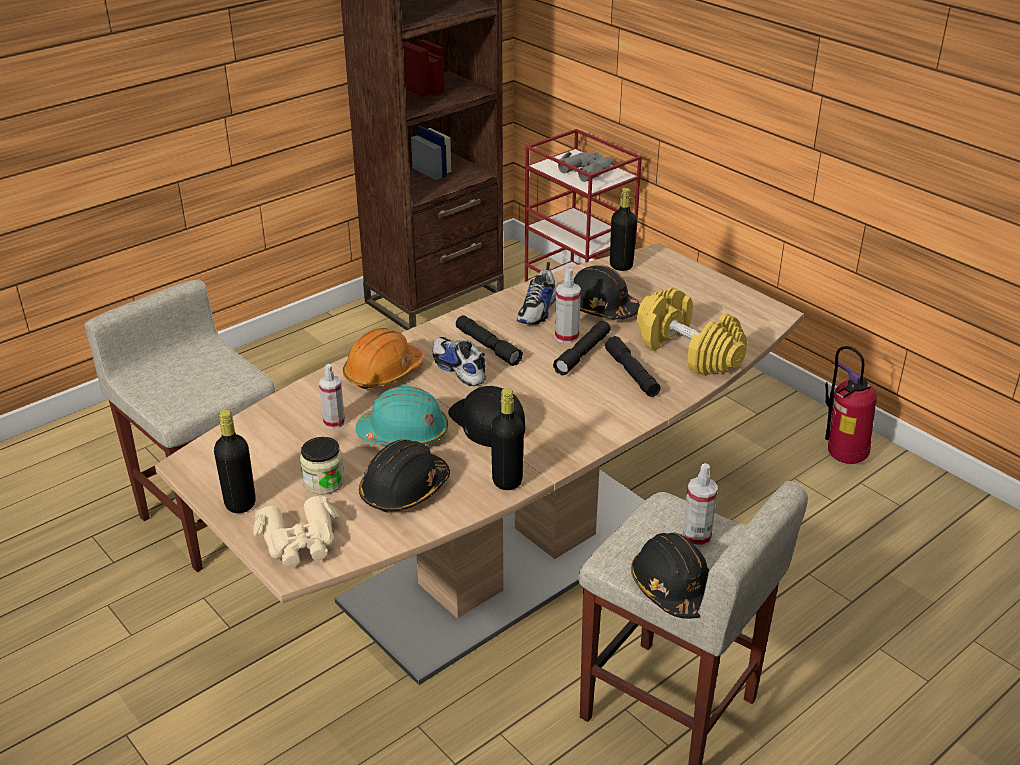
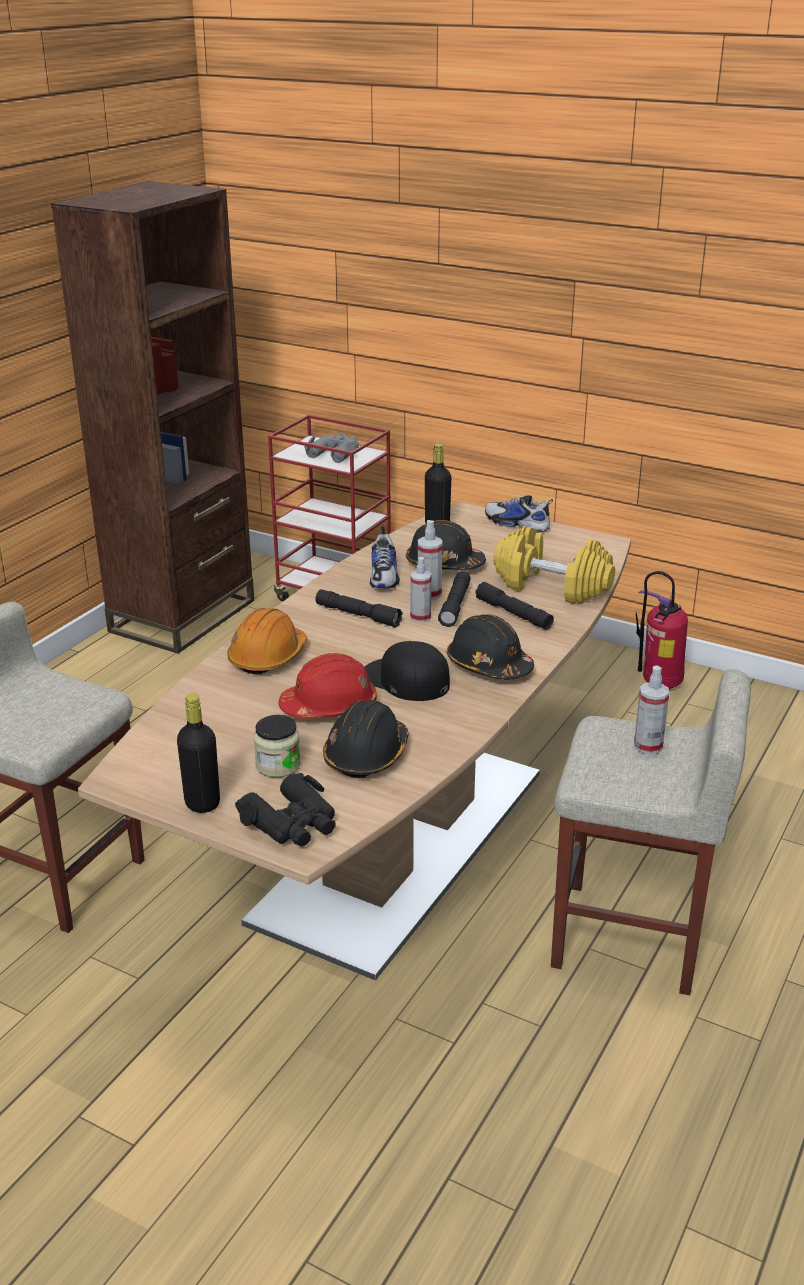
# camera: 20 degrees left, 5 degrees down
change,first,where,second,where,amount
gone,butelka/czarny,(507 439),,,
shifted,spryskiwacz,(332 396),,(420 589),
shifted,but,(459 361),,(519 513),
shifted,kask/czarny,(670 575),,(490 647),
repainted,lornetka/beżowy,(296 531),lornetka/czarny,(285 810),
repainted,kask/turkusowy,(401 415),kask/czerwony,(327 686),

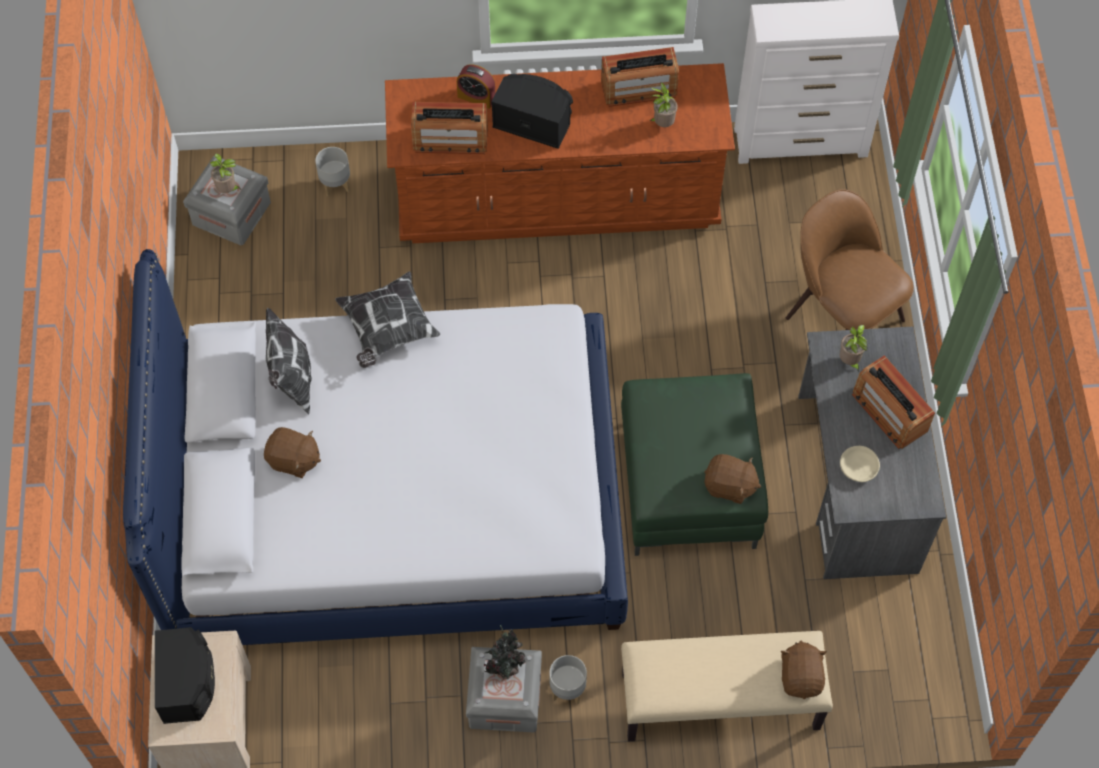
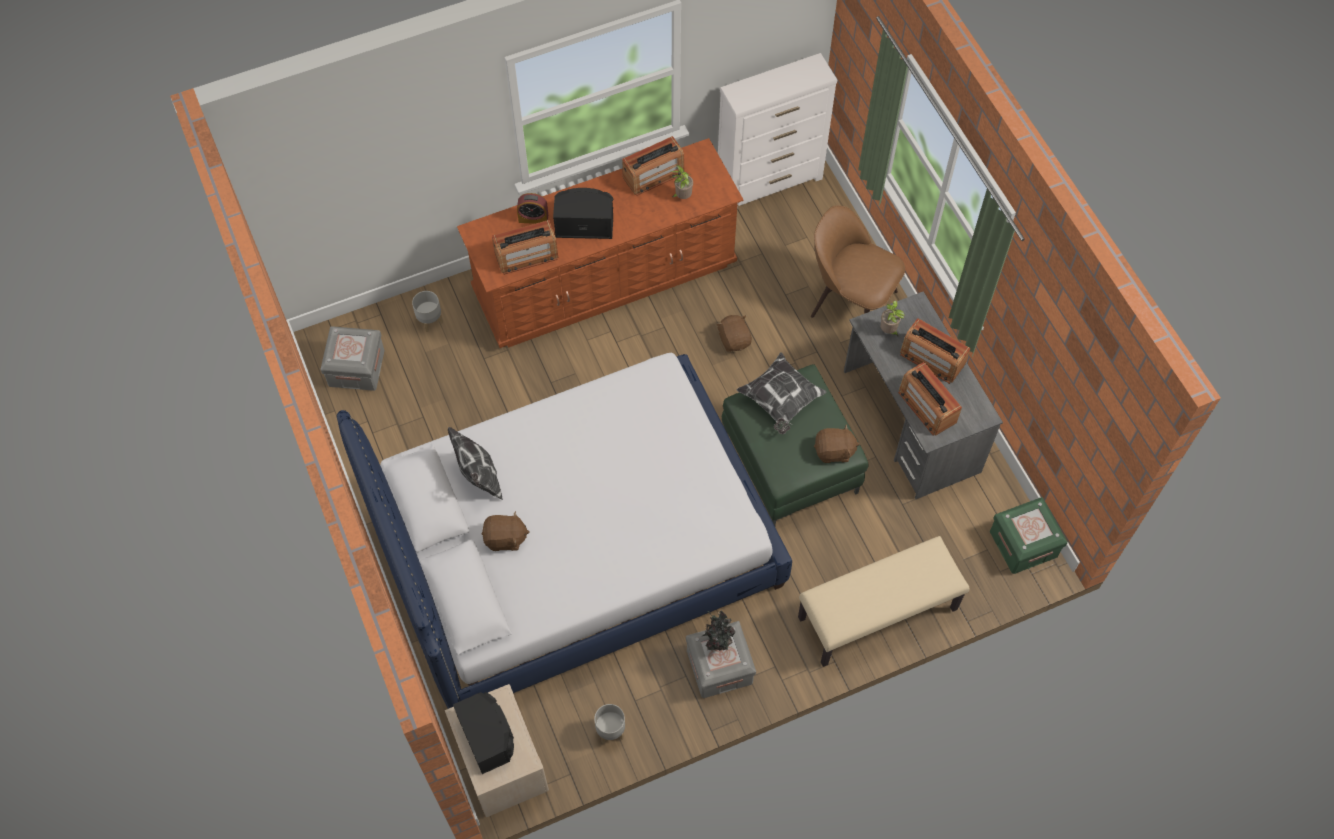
# camera: 20 degrees left, 0 degrees up
change,first,where,second,where,amount
gone,roślina doniczkowa,(225 173),,,
new,,,pojemnik do przechowywania/zielony,(1029 535),
shifted,poduszka,(387 319),,(781 393),
shifted,donica/szary,(568 680),,(609 724),
shifted,pluszak/brązowy,(803 670),,(734 333),
swapped,miska/beżowy,(860 464),radio,(930 399),

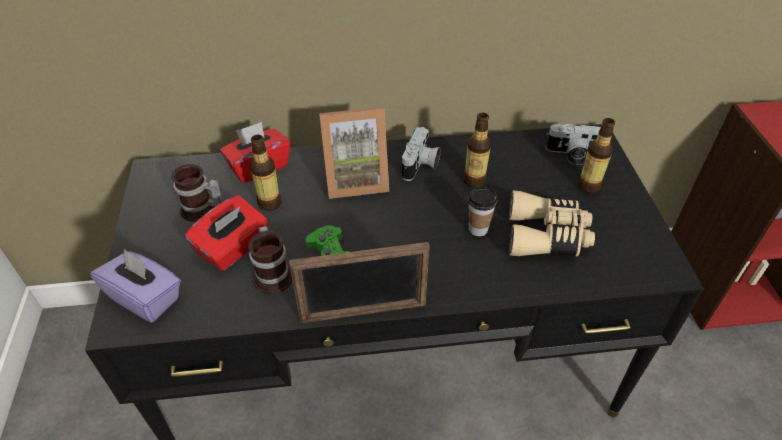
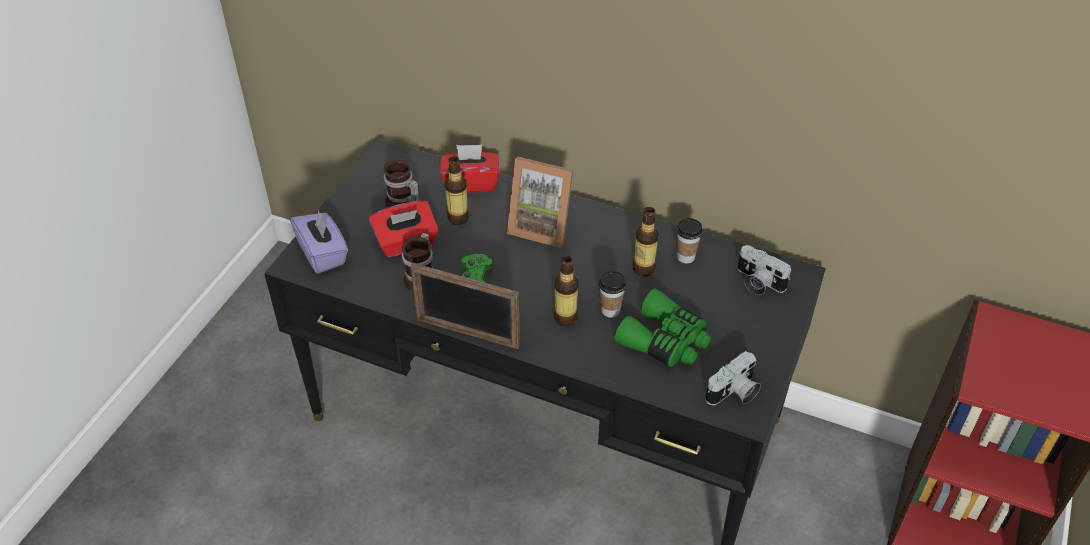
# camera: 30 degrees right, 0 degrees up
change,first,where,second,where,amount
new,,,filiżanka,(690 241),
shifted,aparat fotograficzny,(421 154),,(733 378),
shifted,butelka,(596 156),,(566 291),
repainted,lornetka/beżowy,(552 223),lornetka/zielony,(663 328),

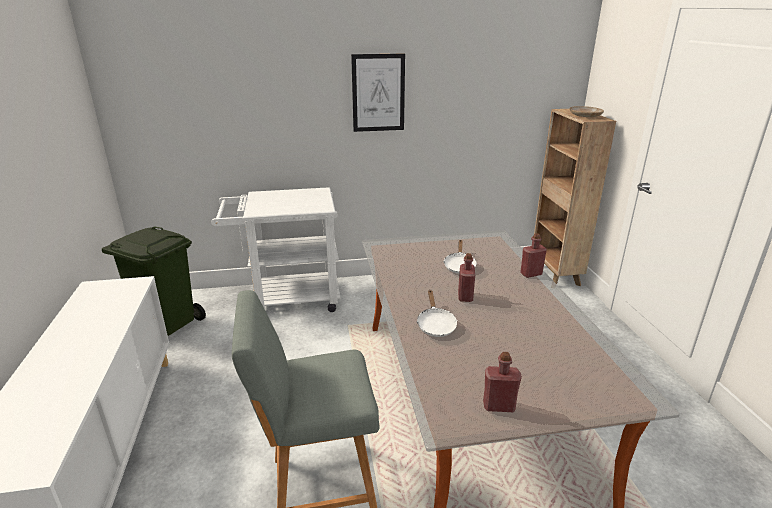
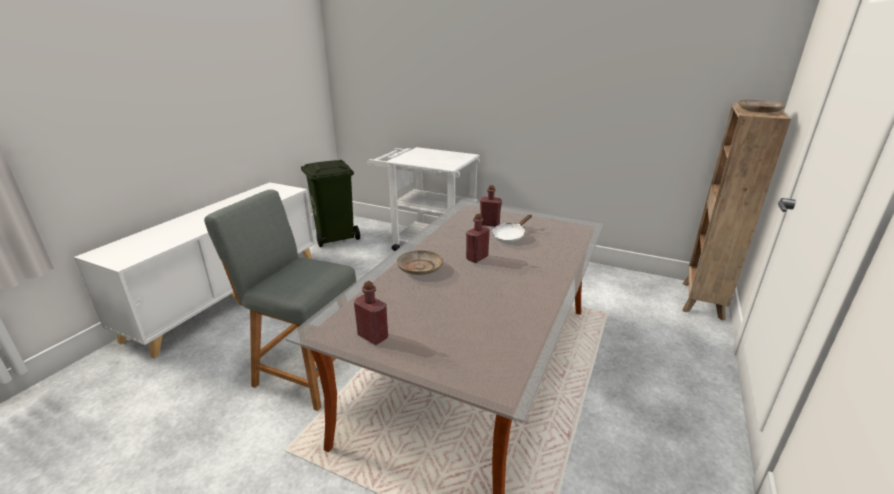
# camera: 35 degrees right, 0 degrees up
change,first,where,second,where,amount
gone,obraz,(378 93),,,
shifted,butelka/czerwony,(533 255),,(491 206),
swapped,patelnia/biały,(437 313),talerz/beżowy,(420 262),

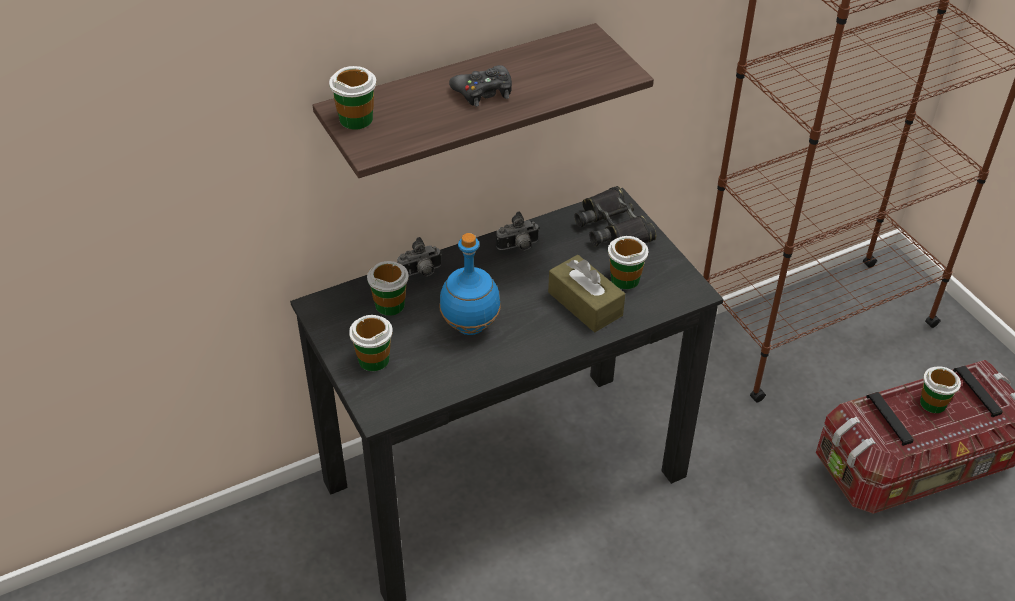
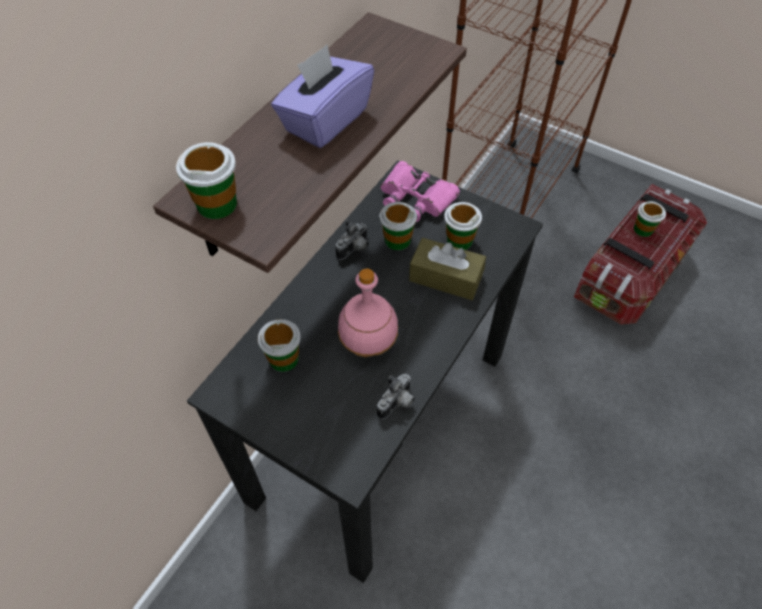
# camera: 30 degrees left, 10 degrees up
change,first,where,second,where,amount
shifted,filiżanka,(371 343),,(398 226),
shifted,aparat fotograficzny,(419 256),,(396 396),
swapped,pad do gier/czarny,(480 86),pudełko chusteczek/fioletowy,(322 96),
repainted,butelka/niebieski,(470 284),butelka/różowy,(368 312),
repainted,lornetka/czarny,(615 216),lornetka/różowy,(420 191),

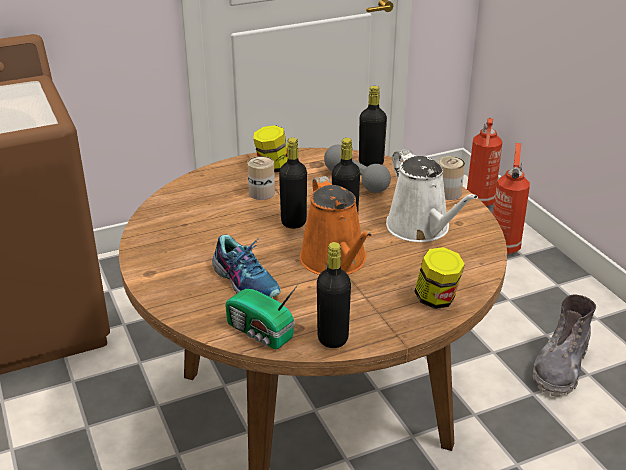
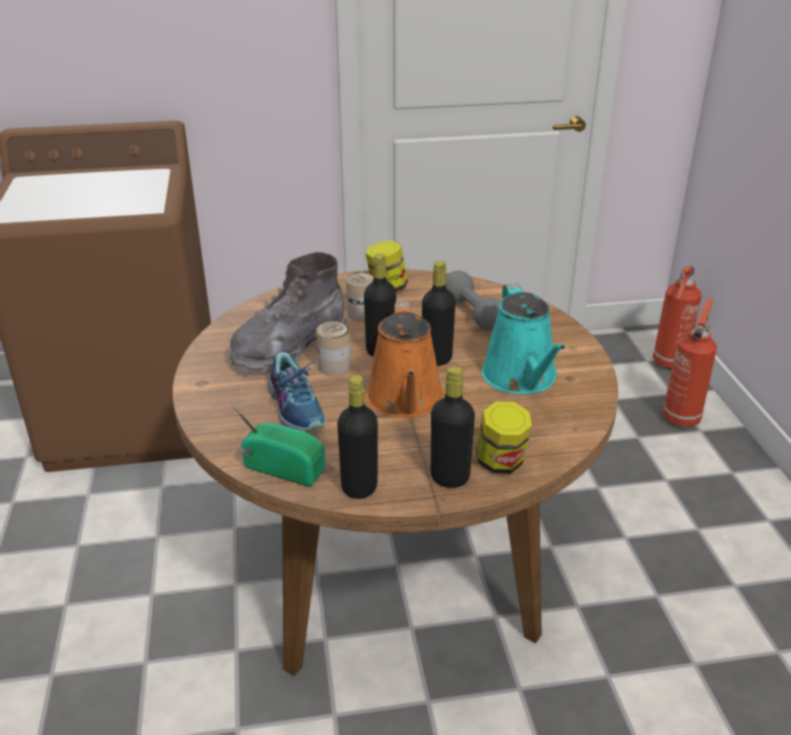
# camera: 15 degrees right, 0 degrees up
change,first,where,second,where,amount
shifted,butelka/czarny,(373 126),,(453 427),
shifted,puszka,(451 178),,(333 348),
shifted,but z cholewką/szary,(564 345),,(288 313),
repainted,konewka/biały,(432 195),konewka/turkusowy,(524 338),
rotated,radio,(261 317),,(277 444),150 degrees clockwise

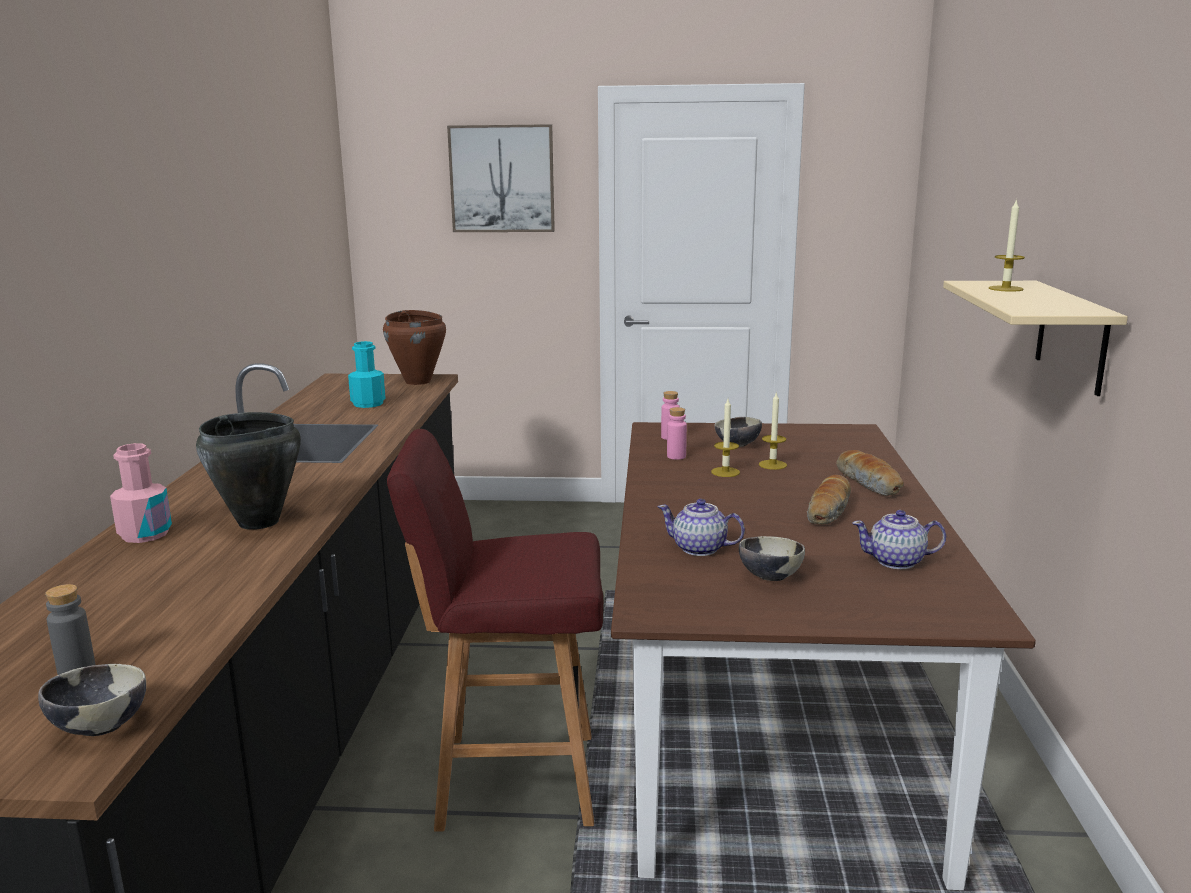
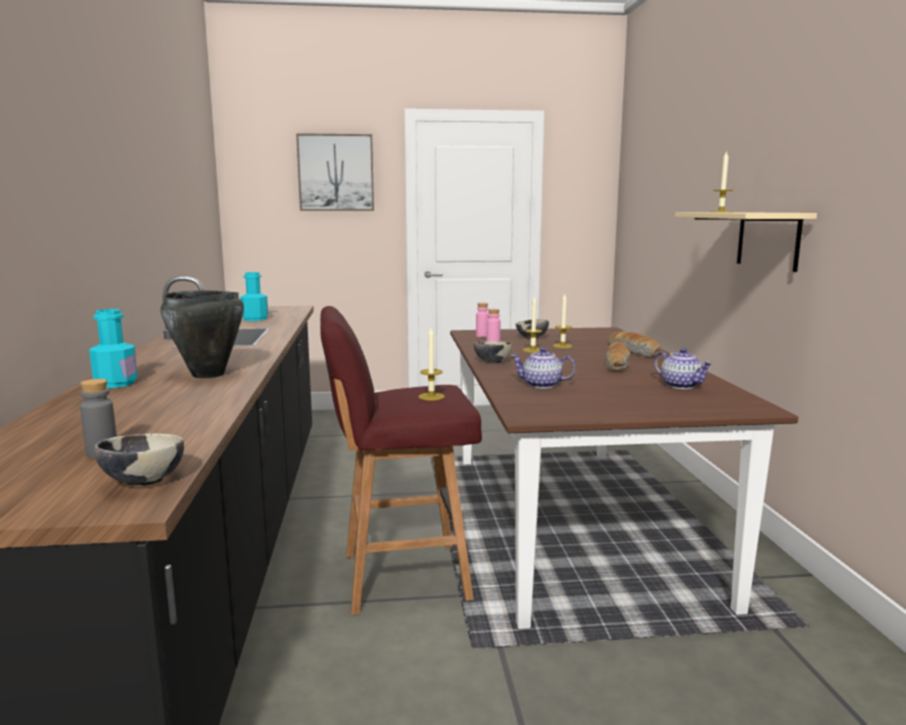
# camera: 10 degrees left, 5 degrees down
change,first,where,second,where,amount
gone,garnek/brązowy,(414 347),,,
new,,,świeca,(431 364),
shifted,miska,(772 558),,(493 352),
repainted,butelka/różowy,(141 493),butelka/turkusowy,(113 348),
rotated,imbryk,(899 539),,(683 368),120 degrees counterclockwise

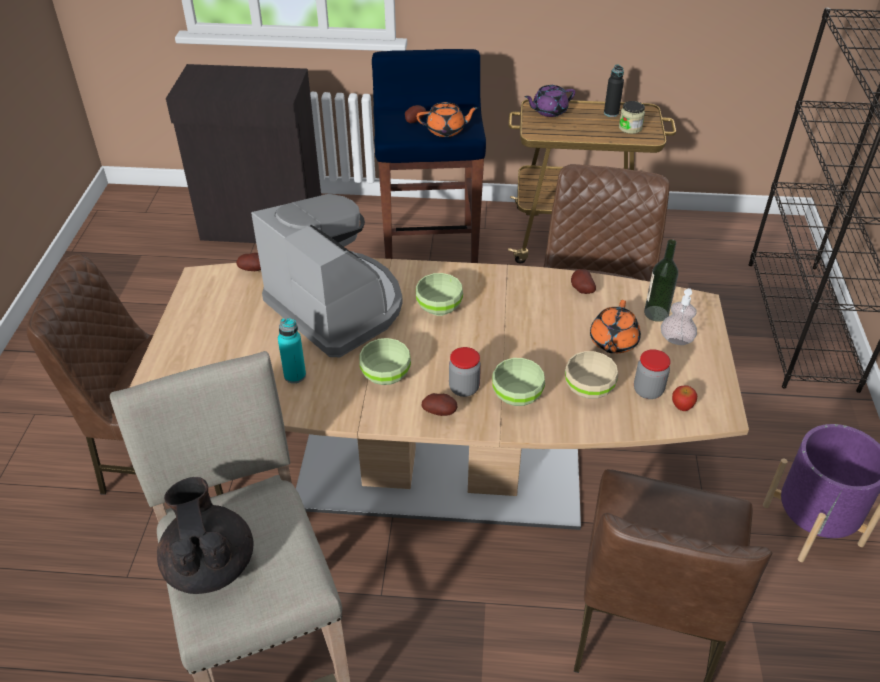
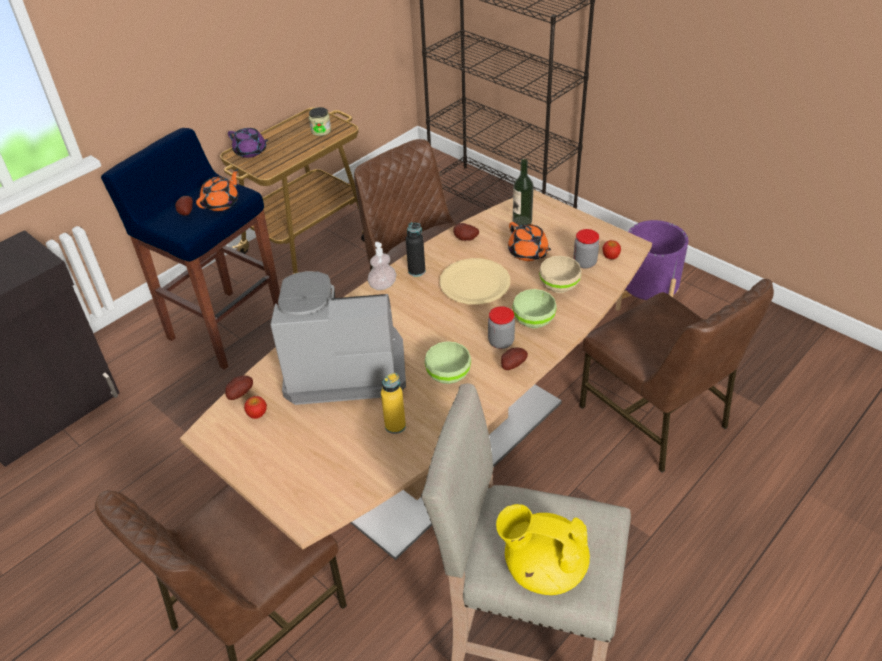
# camera: 50 degrees left, 0 degrees up
change,first,where,second,where,amount
gone,miska/zielony,(439 294),,,
new,,,jabłko,(255 407),
new,,,talerz/beżowy,(474 281),
shifted,butelka/czarny,(614 91),,(415 249),
shifted,dozownik mydła,(679 316),,(382 266),
repainted,imbryk/czarny,(205 535),imbryk/żółty,(543 549),
repainted,butelka/turkusowy,(292 350),butelka/żółty,(393 403),
rotated,imbryk/fioletowy,(549 101),,(248 143),75 degrees counterclockwise

